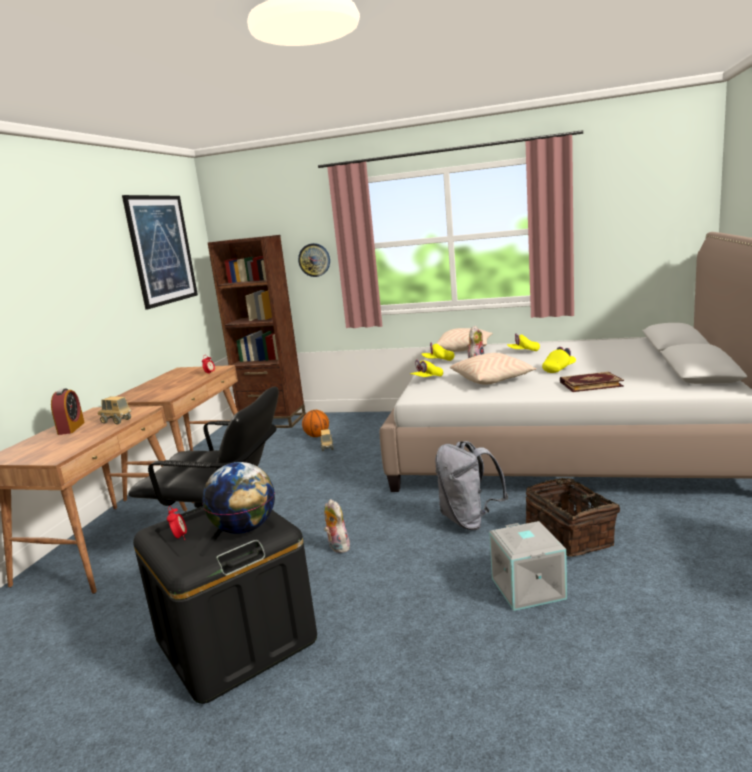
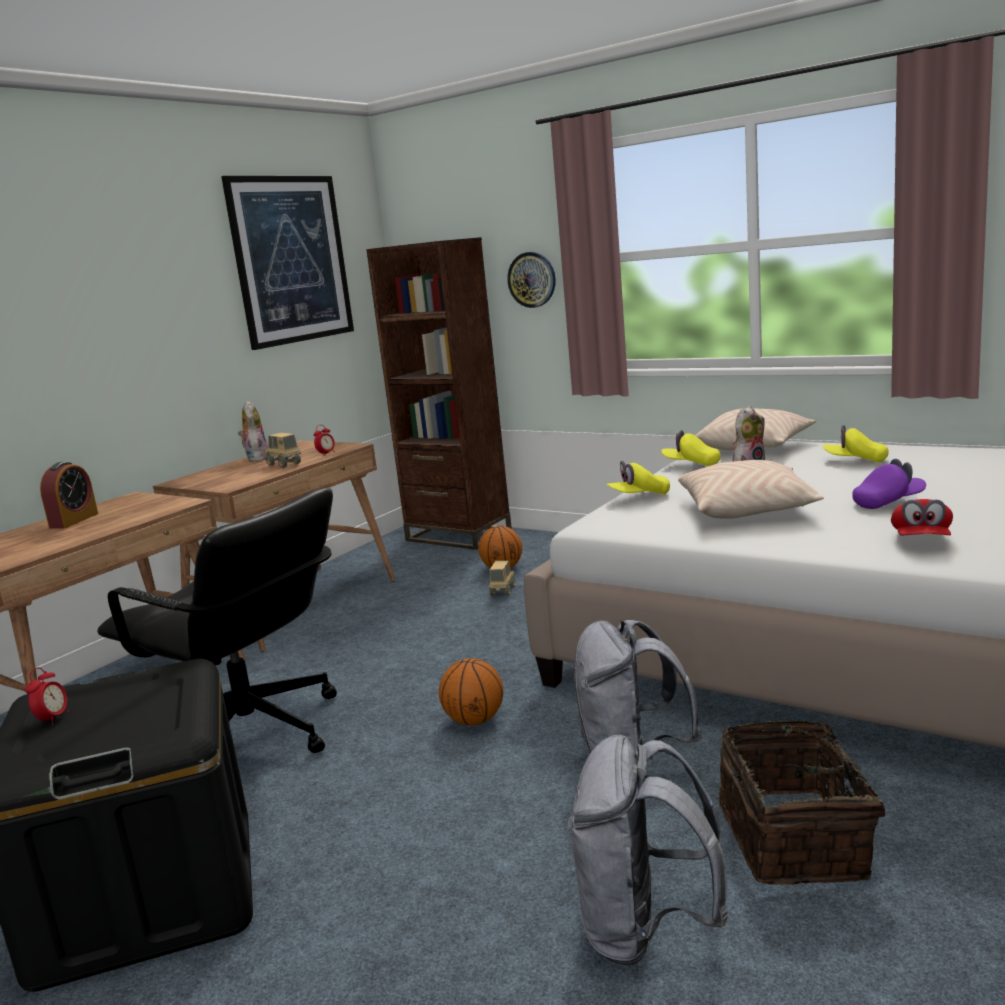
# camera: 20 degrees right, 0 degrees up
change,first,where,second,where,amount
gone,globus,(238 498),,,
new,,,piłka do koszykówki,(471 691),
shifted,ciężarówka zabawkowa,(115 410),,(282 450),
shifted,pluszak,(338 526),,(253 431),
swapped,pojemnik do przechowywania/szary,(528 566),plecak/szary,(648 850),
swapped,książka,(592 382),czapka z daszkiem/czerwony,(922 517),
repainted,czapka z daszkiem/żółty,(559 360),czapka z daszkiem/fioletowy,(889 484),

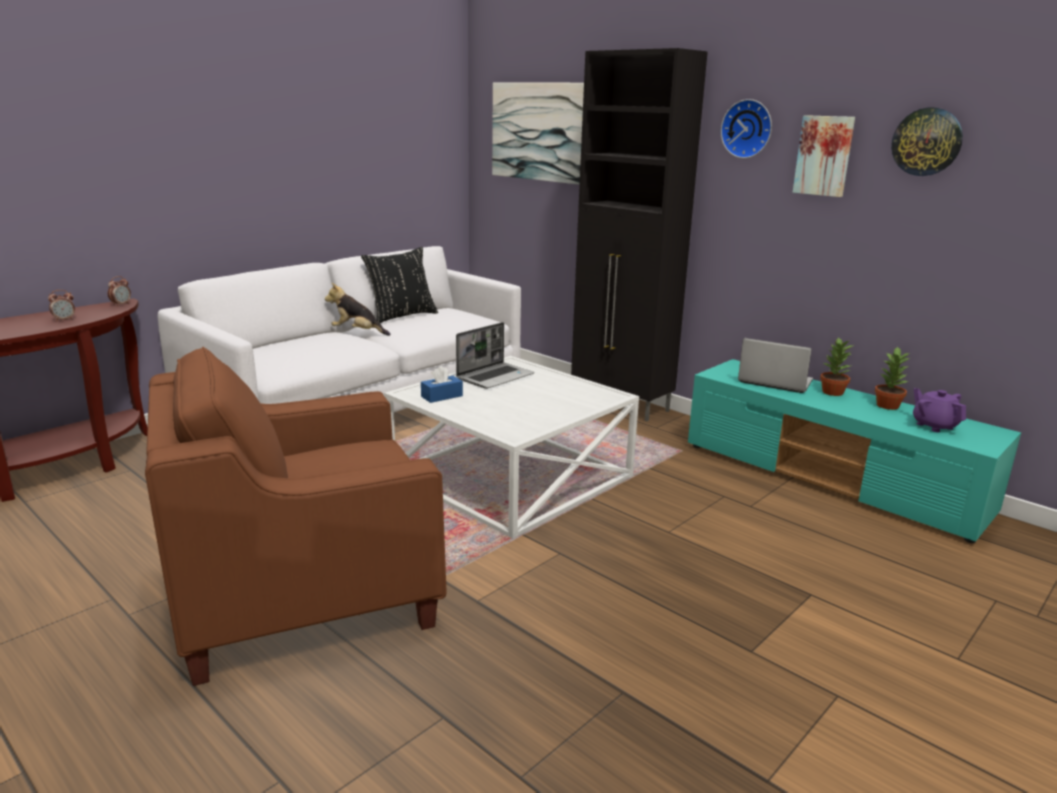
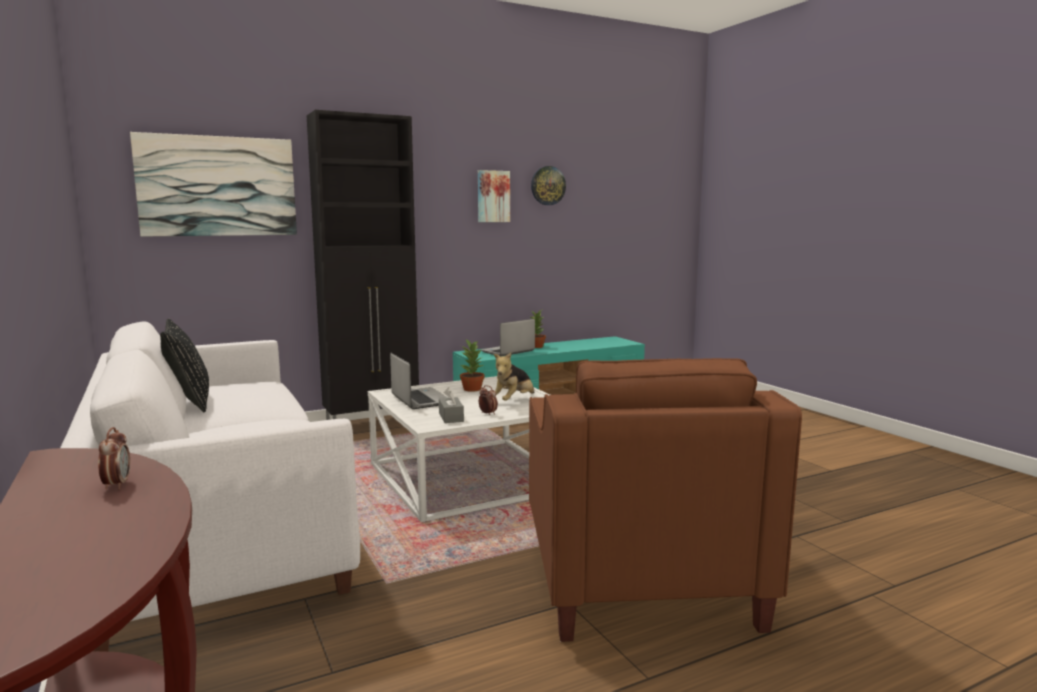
# camera: 70 degrees left, 10 degrees down
change,first,where,second,where,amount
gone,zegar ścienny,(746 128),,,
gone,imbryk/fioletowy,(939 410),,,
shifted,budzik,(119 291),,(488 400),
shifted,pluszak,(358 309),,(514 376),
shifted,roślina doniczkowa,(892 378),,(472 366),
repainted,pudełko chusteczek/niebieski,(442 384),pudełko chusteczek/szary,(451 405),

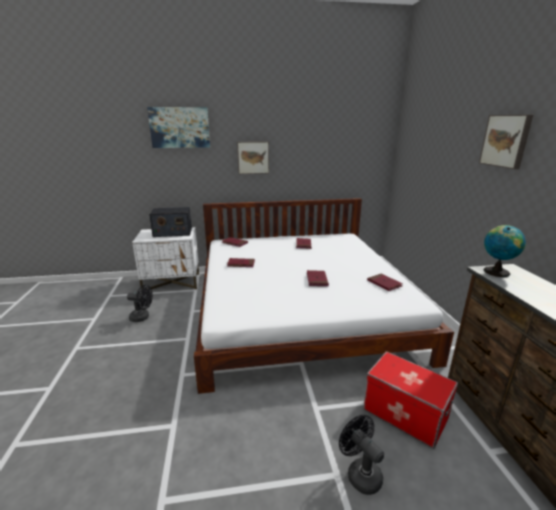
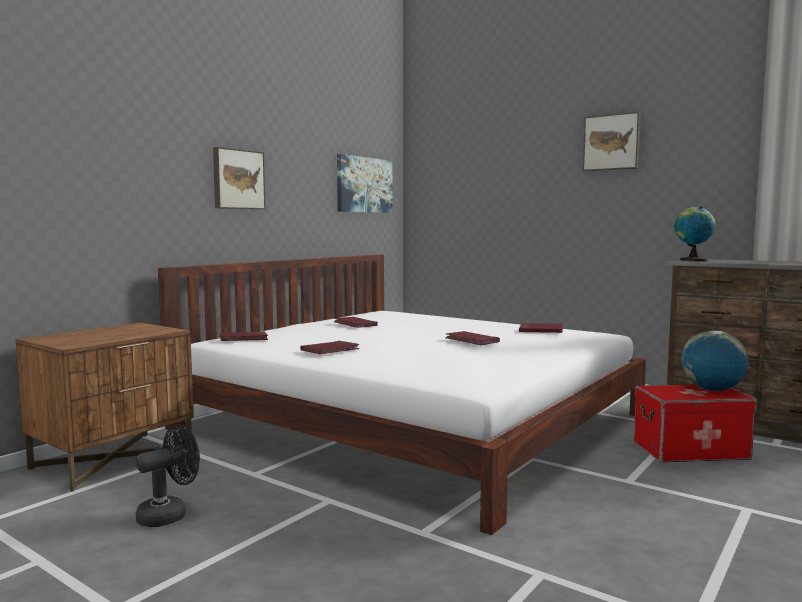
# camera: 45 degrees left, 15 degrees down
change,first,where,second,where,amount
gone,radio,(170 222),,,
gone,wentylator/czarny,(361 455),,,
new,,,globus,(715 360),
shifted,obraz,(178 127),,(364 183),
repainted,szafka nocna/biały,(165 258),szafka nocna/brązowy,(104 407),

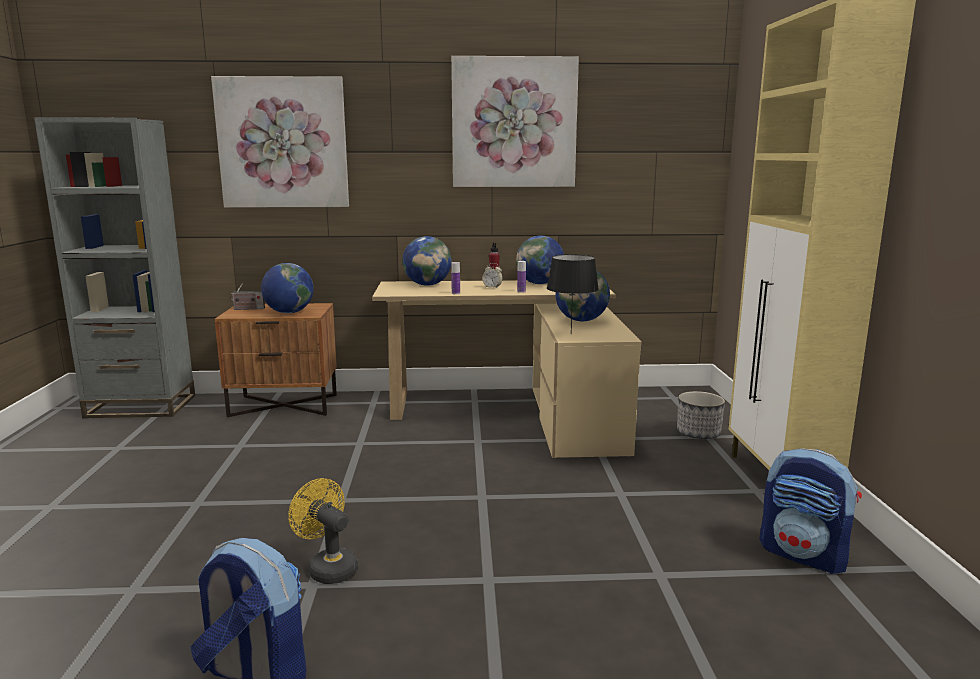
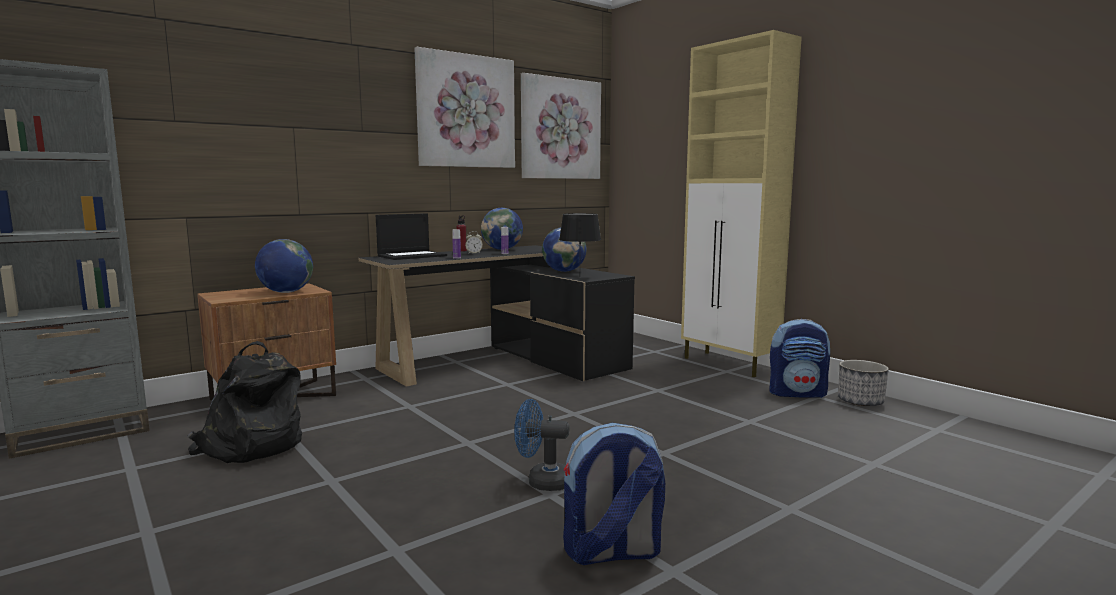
# camera: 35 degrees left, 5 degrees down
change,first,where,second,where,amount
gone,radio,(247 296),,,
new,,,plecak/czarny,(244 402),
shifted,obraz,(280 142),,(561 126),
shifted,donica,(701 415),,(863 383),
swapped,globus,(427 261),laptop,(411 236),
repainted,wentylator/żółty,(323 531),wentylator/niebieski,(541 445),
repainted,biurko/beżowy,(507 369),biurko/czarny,(497 316),

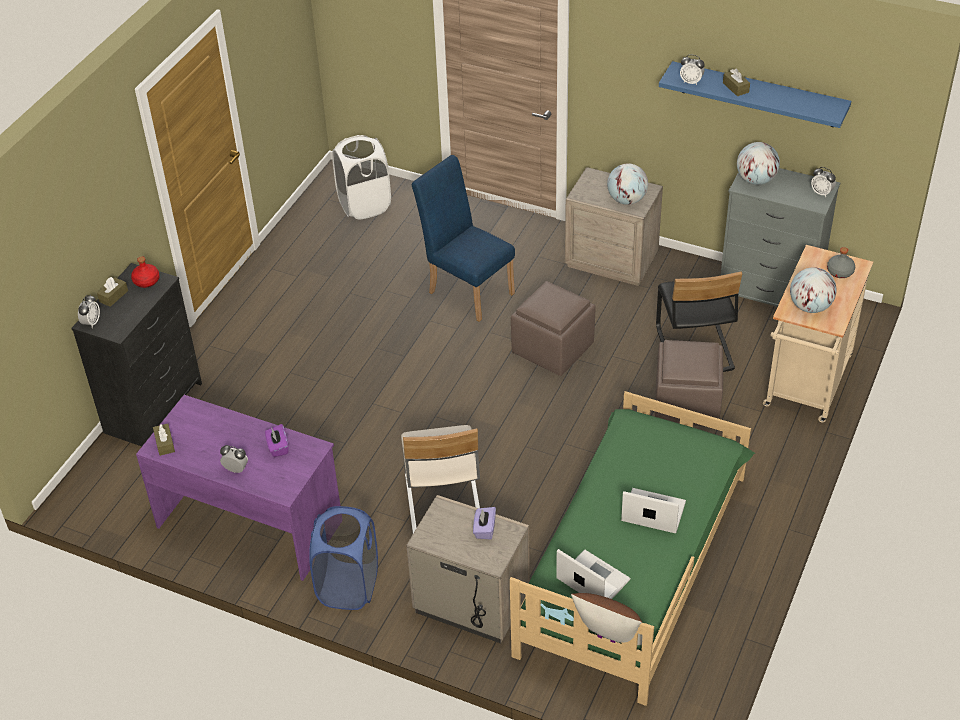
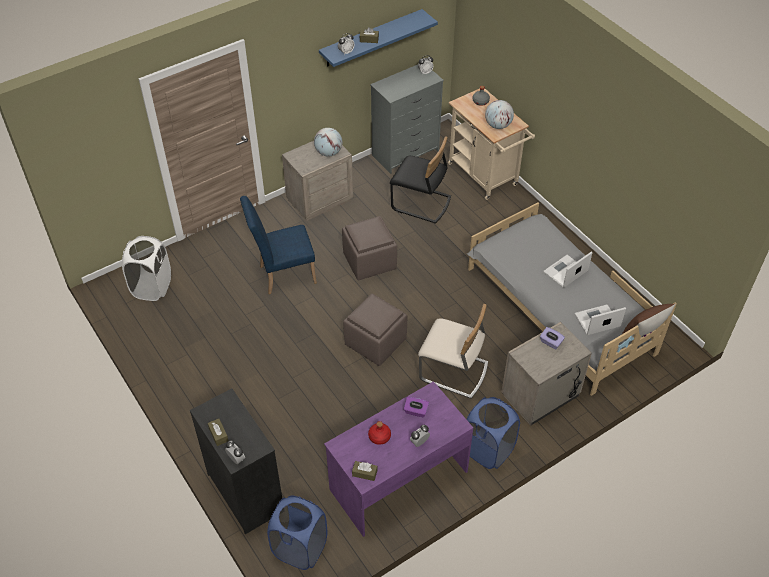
# camera: 60 degrees left, 5 degrees up
change,first,where,second,where,amount
gone,globus,(758 163),,,
new,,,kosz na pranie/niebieski,(297 532),
shifted,butelka/czerwony,(145 272),,(379 433),
shifted,pufa/brązowy,(689 383),,(375 329),
repainted,łóżko/zielony,(632 548),łóżko/szary,(572 299),

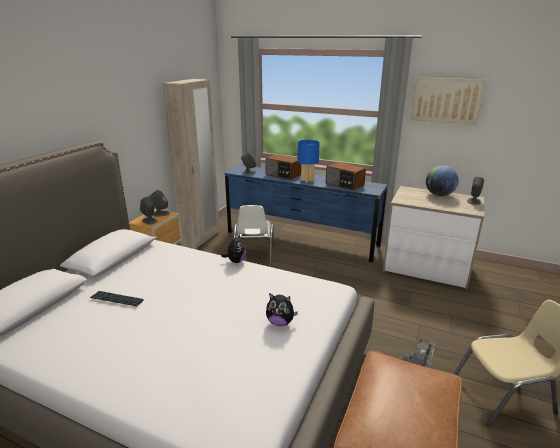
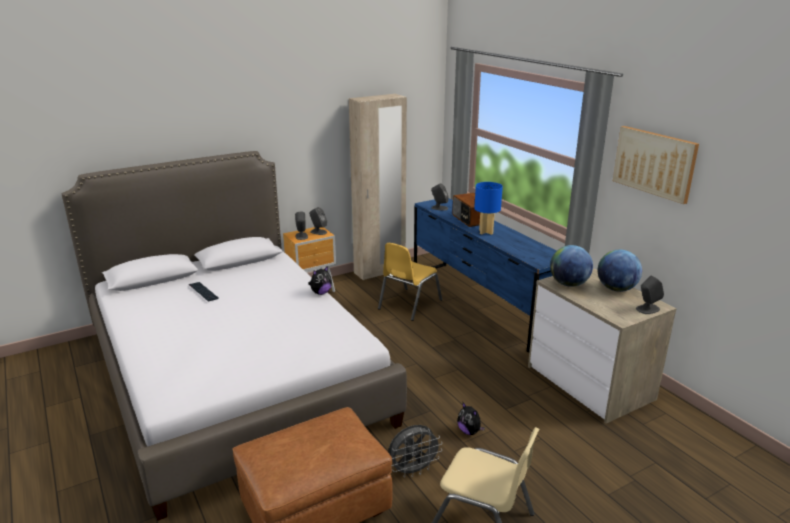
# camera: 35 degrees right, 0 degrees up
change,first,where,second,where,amount
gone,radio,(346 176),,,
new,,,globus,(571 266),
shifted,pluszak,(282 309),,(471 419),
repainted,krzesło/biały,(254 236),krzesło/żółty,(410 282),

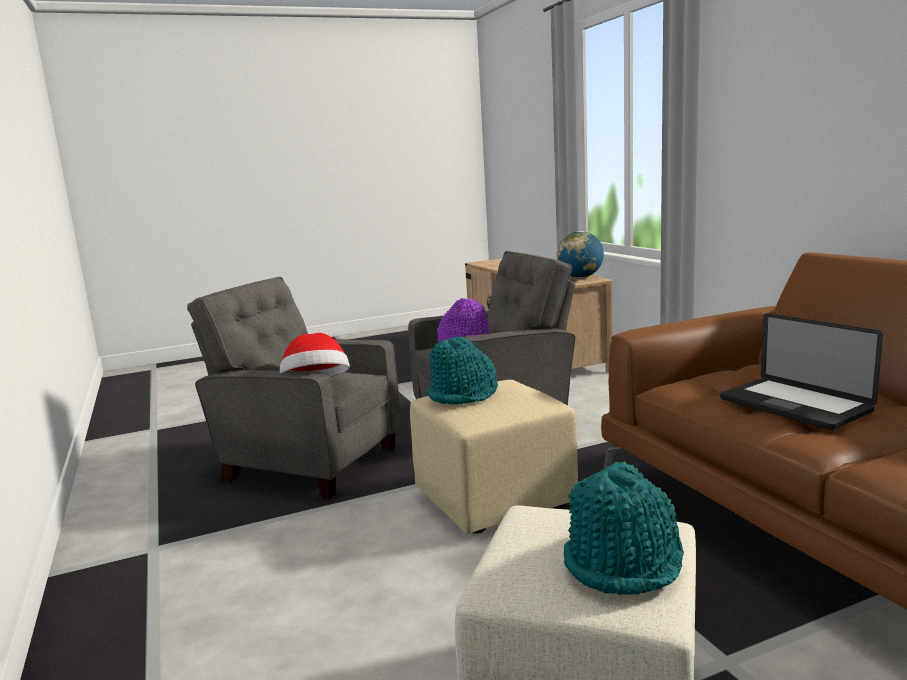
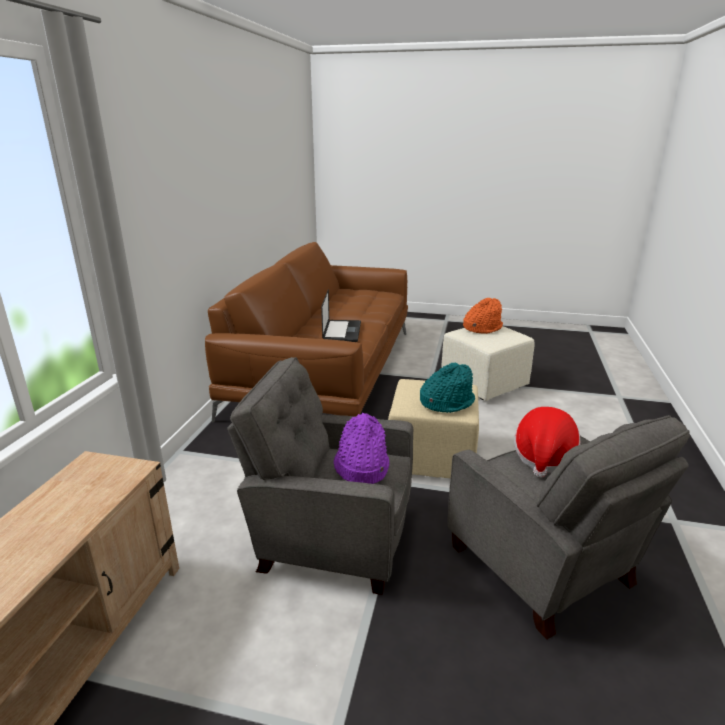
# camera: 145 degrees left, 10 degrees up
change,first,where,second,where,amount
gone,globus,(580 254),,,
repainted,kapelusz/turkusowy,(624 528),kapelusz/pomarańczowy,(483 316),

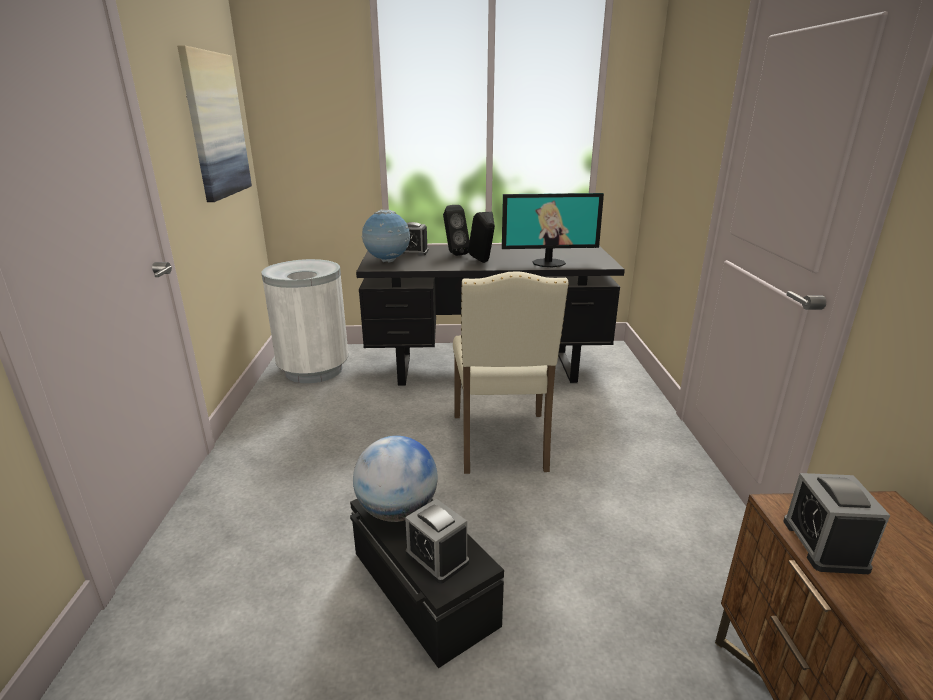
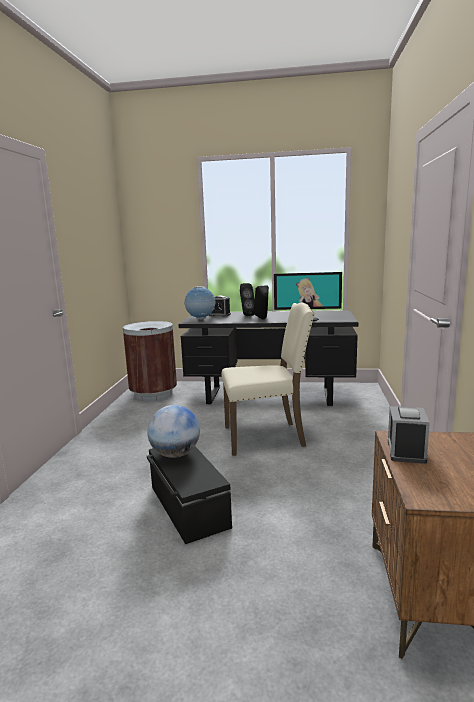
# camera: 10 degrees right, 10 degrees down
change,first,where,second,where,amount
gone,obraz,(214 123),,,
gone,budzik,(437 541),,,
repainted,kosz na śmieci/biały,(305 321),kosz na śmieci/brązowy,(150 361),
rotated,krzesło/beżowy,(511 372),,(268 379),105 degrees counterclockwise

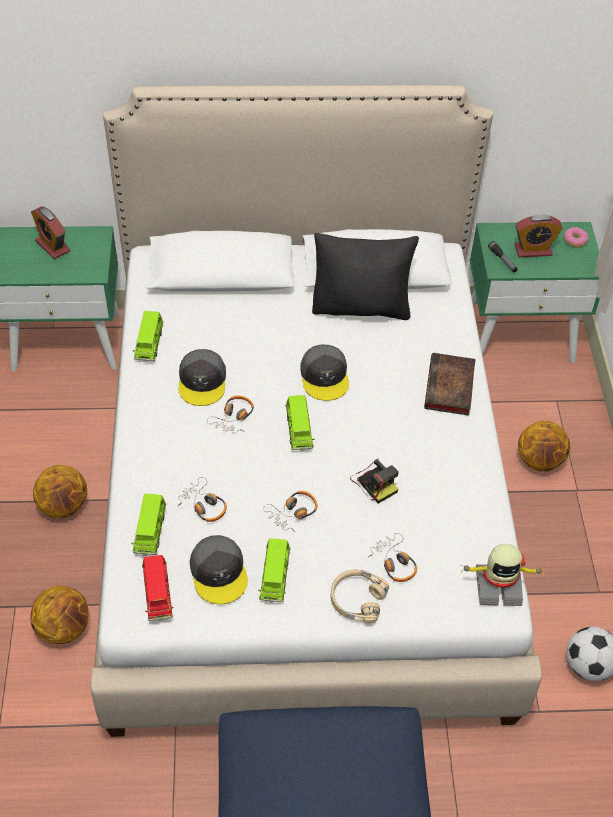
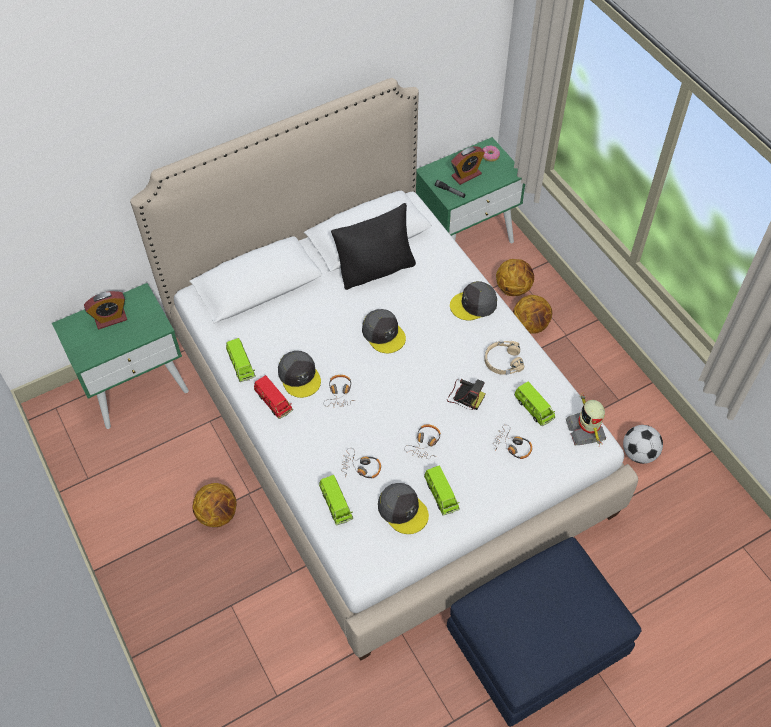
# camera: 25 degrees left, 5 degrees up
change,first,where,second,where,amount
shifted,piłka do koszykówki,(59 615),,(515 277),
shifted,samochodzik/czerwony,(158 588),,(273 397),
shifted,samochodzik/zielony,(300 423),,(535 404),
shifted,słuchawki/beżowy,(359 596),,(504 358),
swapped,książka,(450 384),czapka z daszkiem/szary,(473 301),
rotated,budzik,(50 232),,(105 310),45 degrees counterclockwise
rotated,robot zabawkowy,(503 575),,(586 419),105 degrees clockwise

